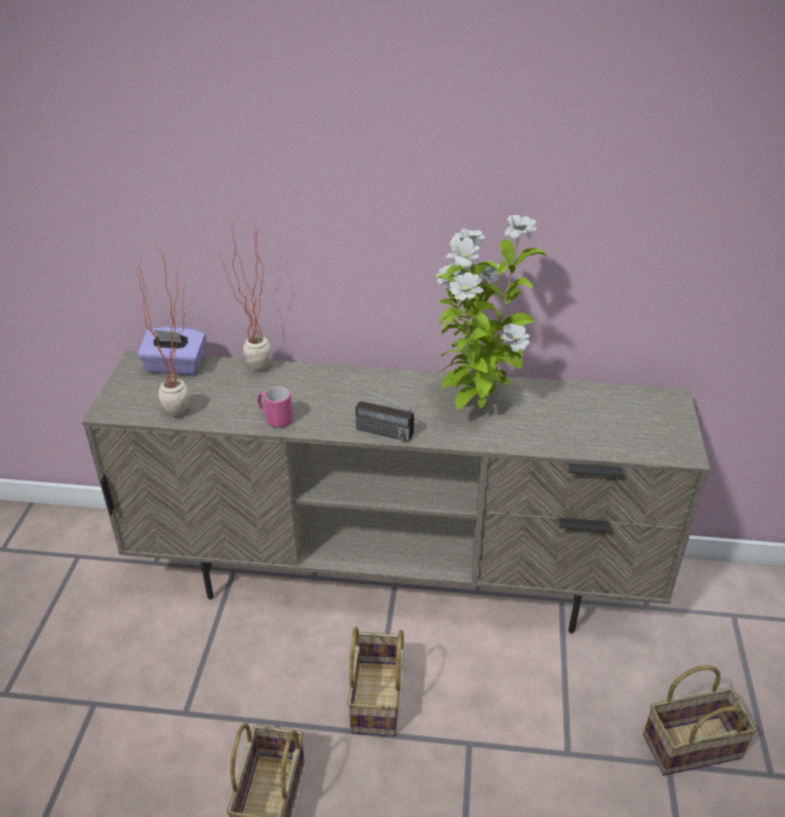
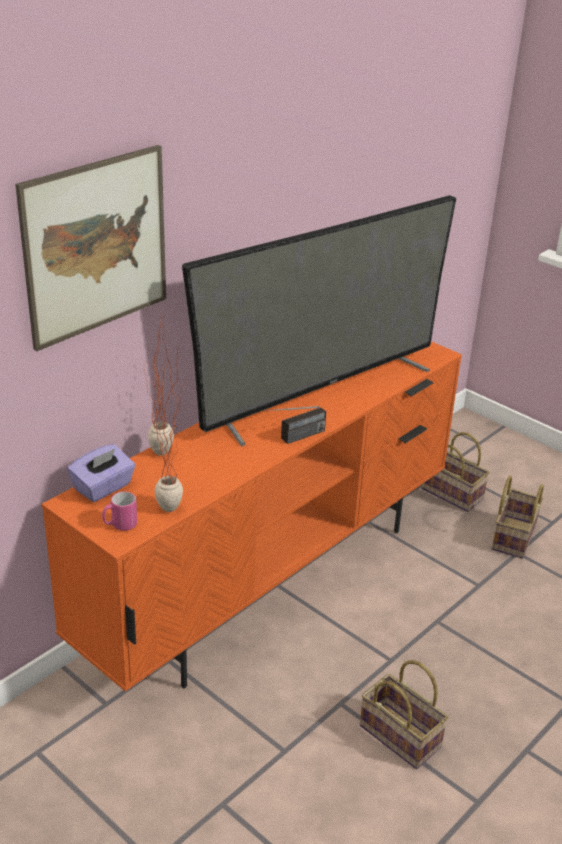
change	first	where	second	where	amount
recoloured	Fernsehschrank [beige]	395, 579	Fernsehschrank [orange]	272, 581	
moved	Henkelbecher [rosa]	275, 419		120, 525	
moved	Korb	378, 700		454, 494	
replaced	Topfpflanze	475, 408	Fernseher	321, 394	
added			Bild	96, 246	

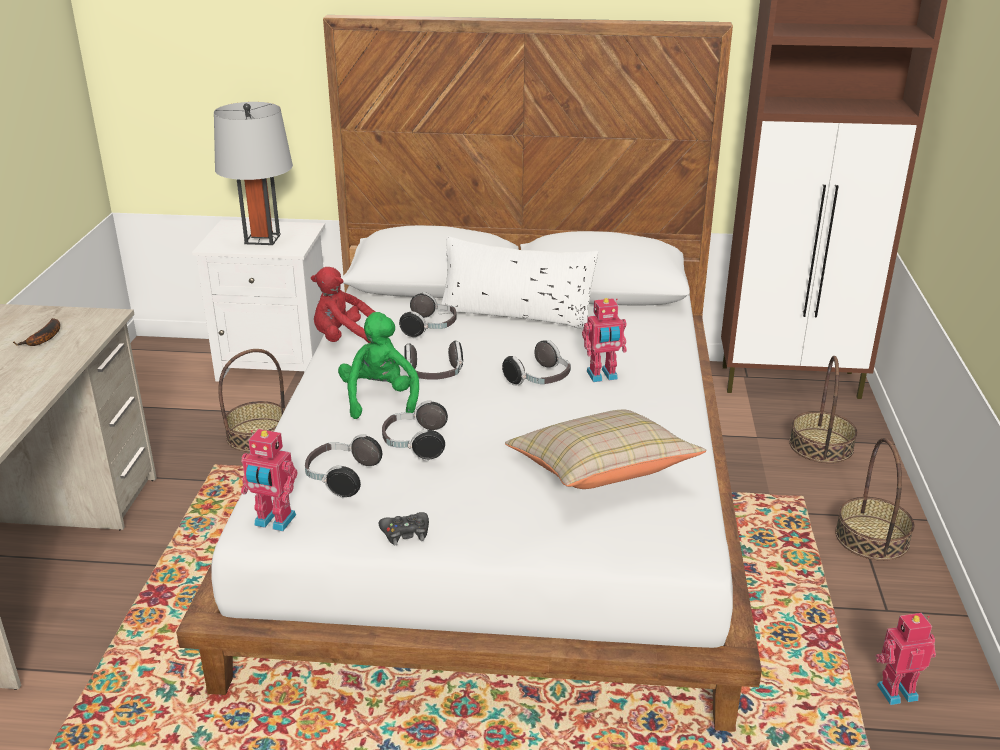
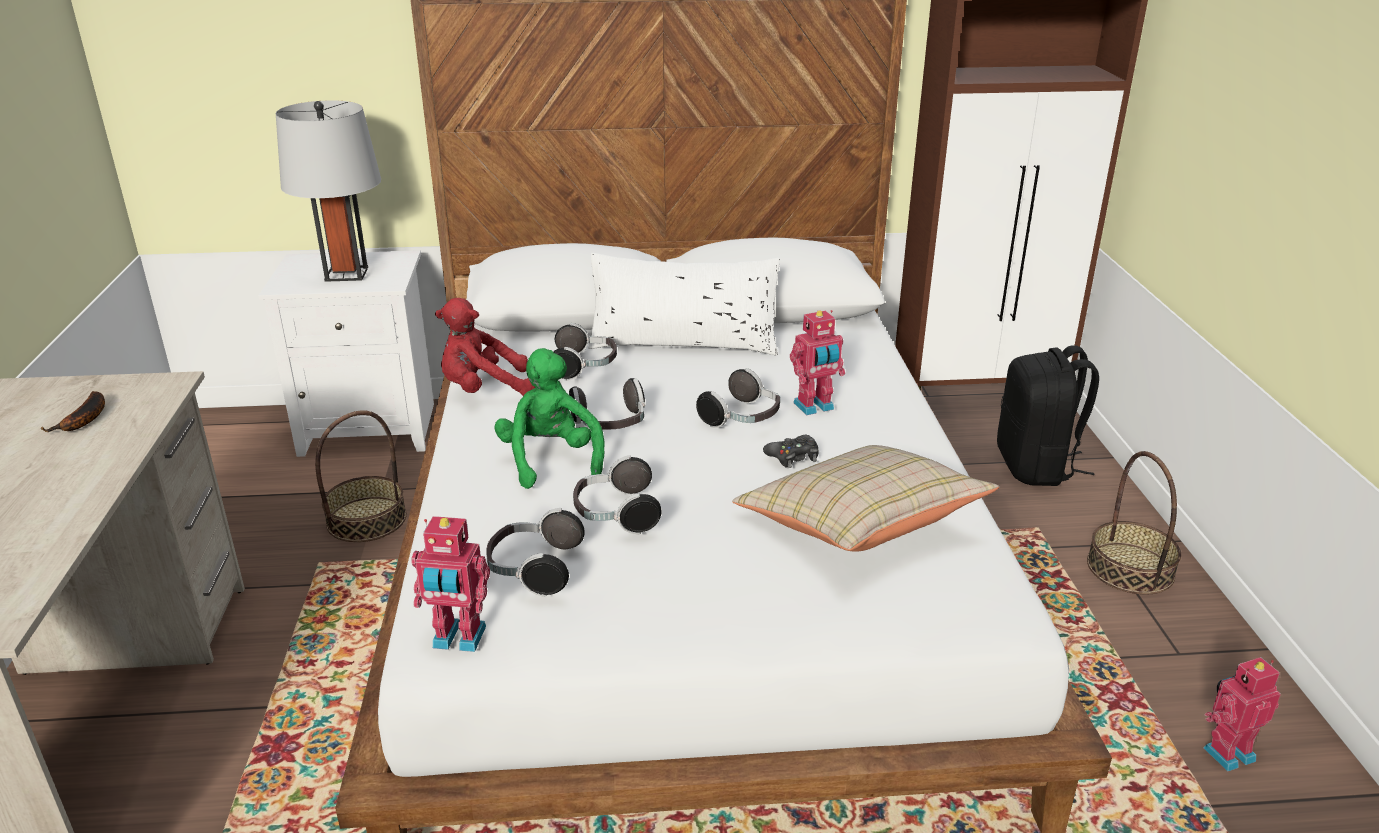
change	first	where	second	where	amount
moved	Gamepad [schwarz]	405, 533		793, 457	
replaced	Korb	821, 446	Rucksack [schwarz]	1036, 467	

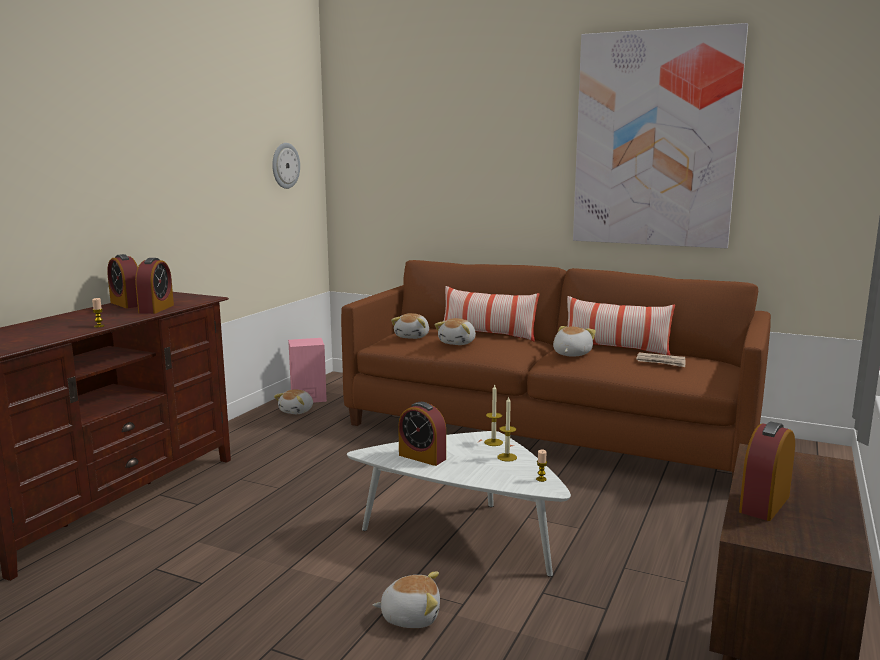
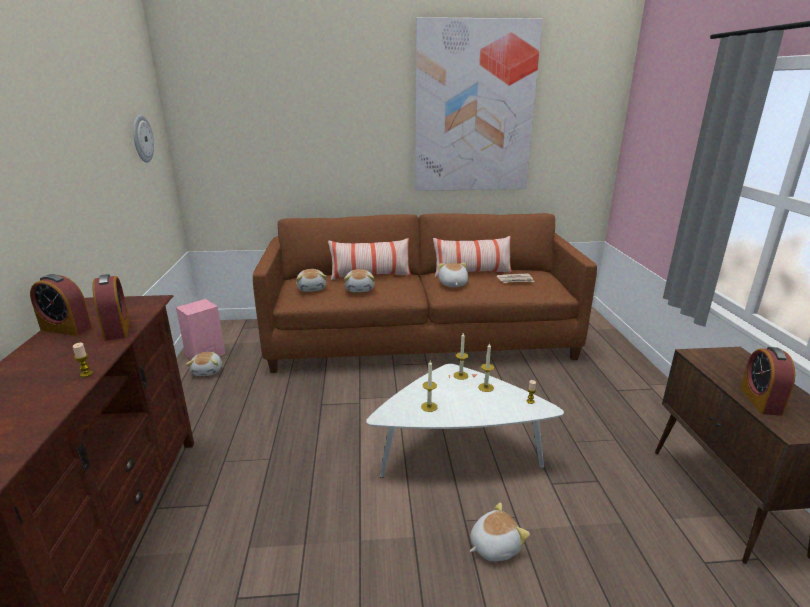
change	first	where	second	where	amount
replaced	Wecker	422, 457	Kerze	429, 407	

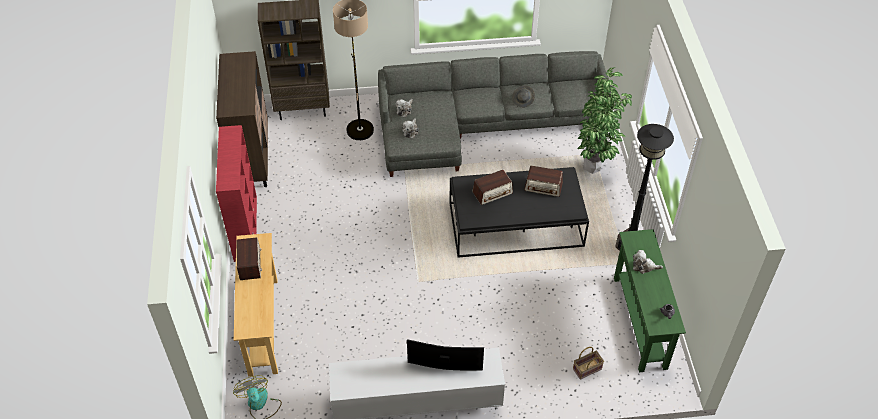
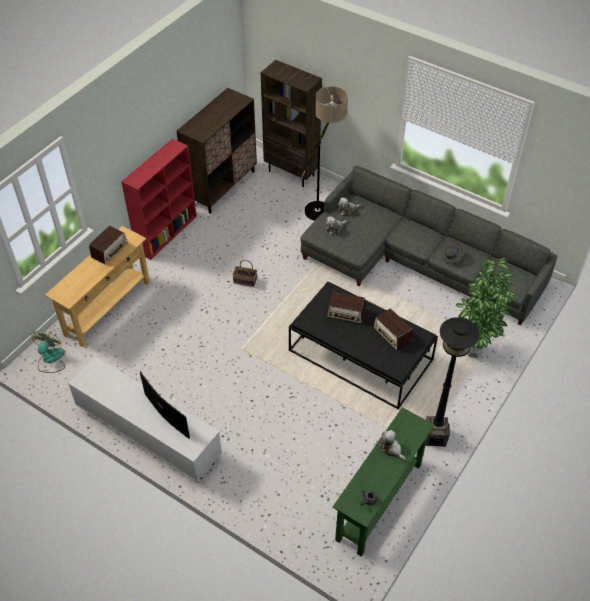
change	first	where	second	where	amount
moved	Korb	587, 370		244, 281	

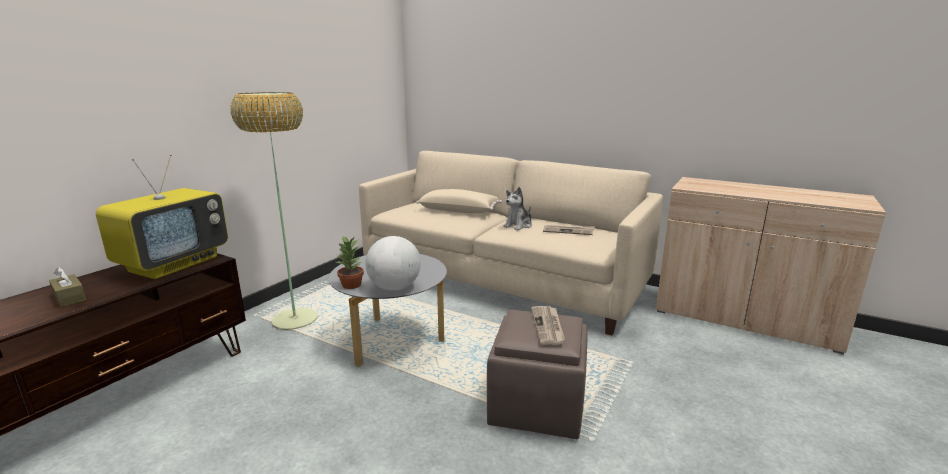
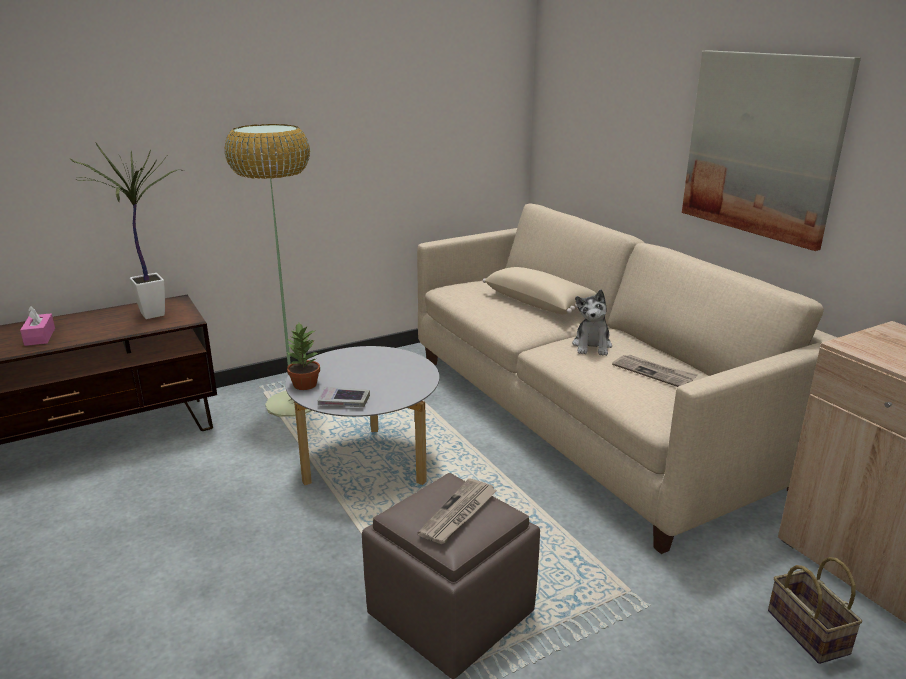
change	first	where	second	where	amount
recoloured	Taschentuchbox [braun]	69, 297	Taschentuchbox [rosa]	40, 337	
replaced	Fernseher	174, 263	Topfpflanze	151, 317	
replaced	Globus	394, 288	Buch	344, 401	
turned	Plüschtier	518, 225		592, 346	60 degrees counterclockwise
added			Bild	762, 145	
added			Korb	804, 631	

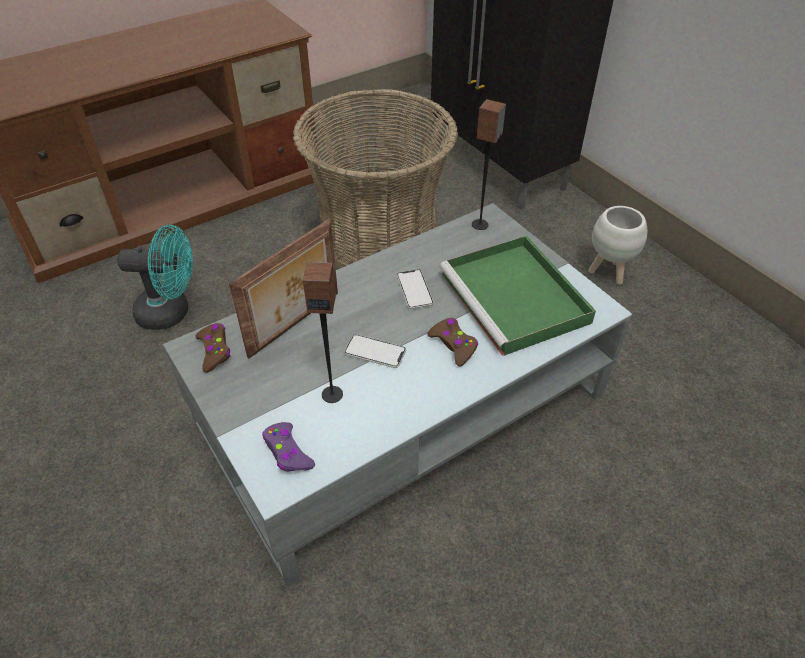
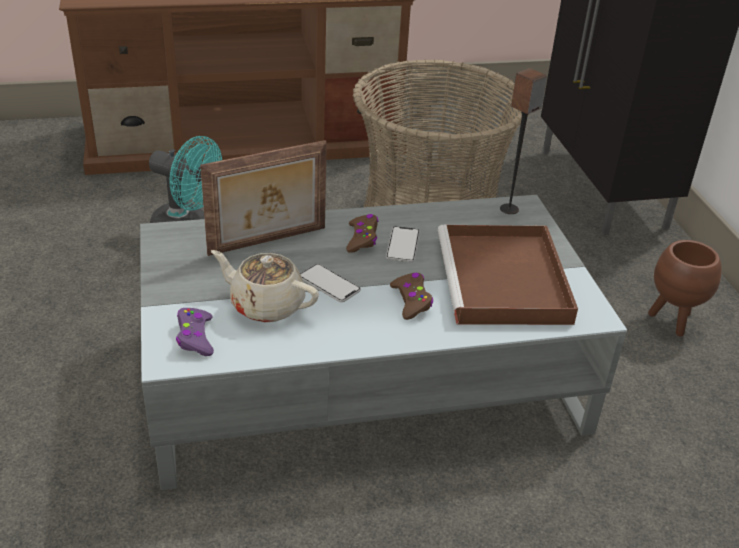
change	first	where	second	where	amount
moved	Gamepad [braun]	214, 351		362, 239	
replaced	Lautsprecher	332, 394	Teekanne [beige]	266, 305	
recoloured	Tablett [grün]	516, 299	Tablett [braun]	504, 282	
recoloured	Pflanzkübel [weiß]	608, 273	Pflanzkübel [braun]	672, 322	

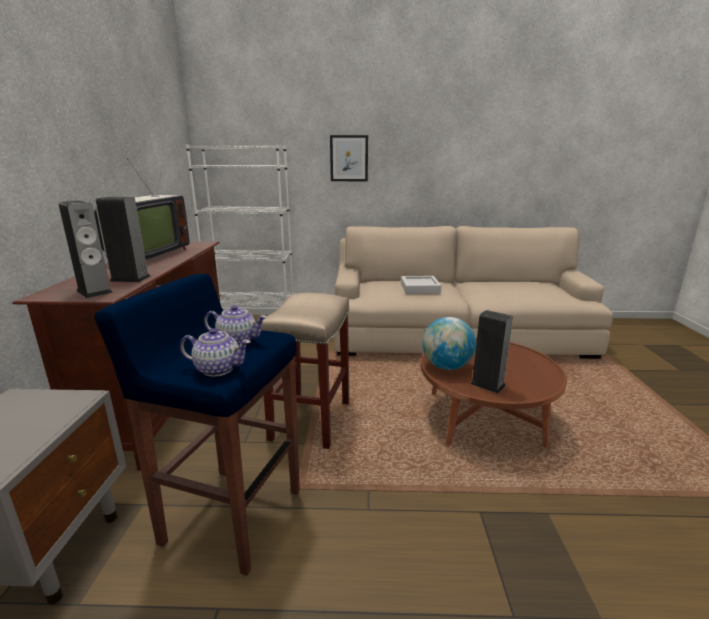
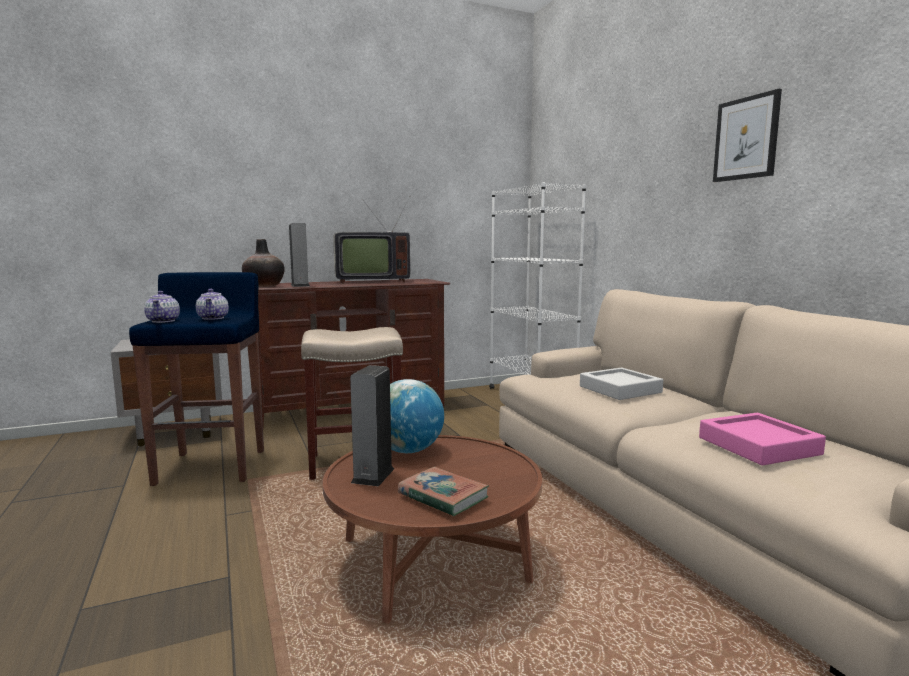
change	first	where	second	where	amount
replaced	Lautsprecher	94, 291	Vase	264, 286	
moved	Bild	349, 158		746, 138	
added			Buch	443, 496	
added			Tablett [rosa]	758, 446	

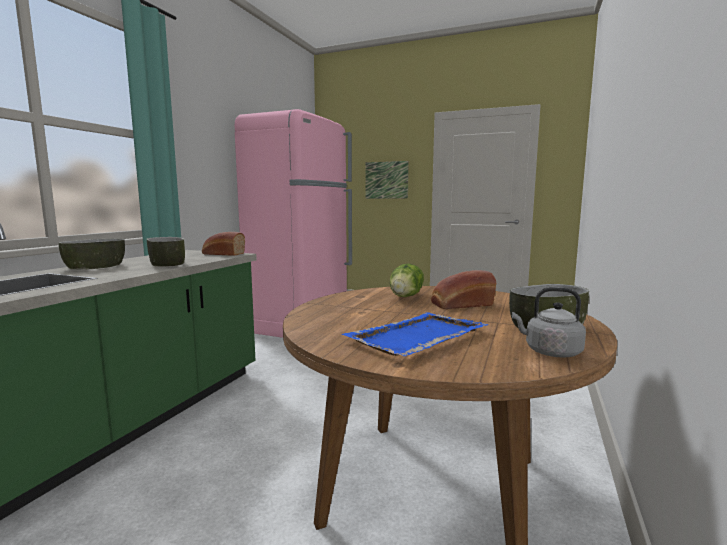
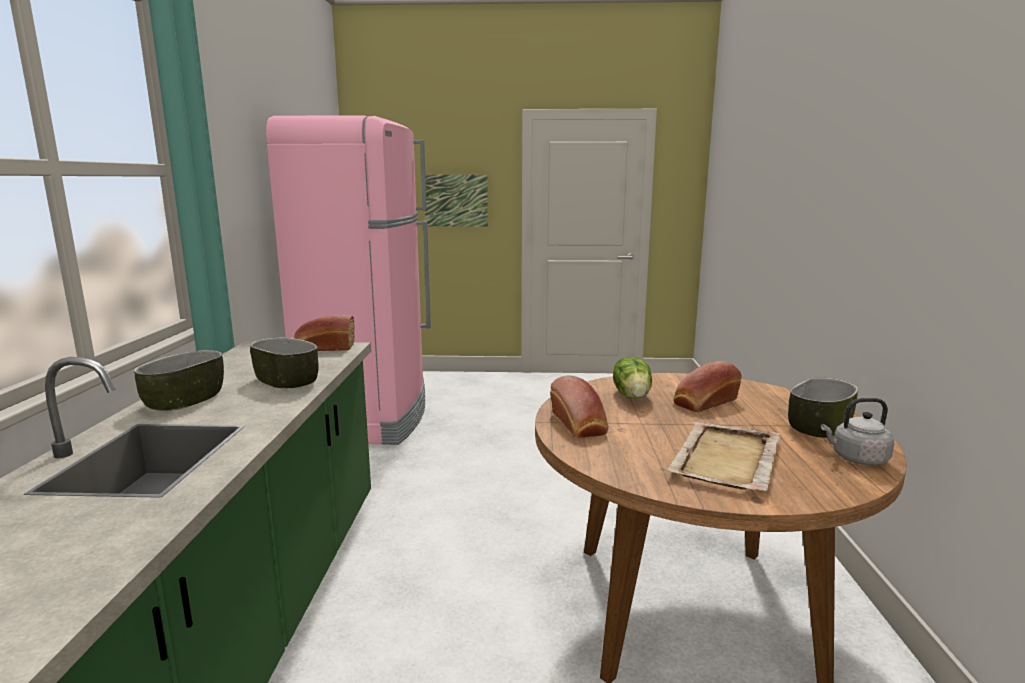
change	first	where	second	where	amount
recoloured	Tablett [blau]	416, 337	Tablett [beige]	725, 459	
added			Brot	579, 424	

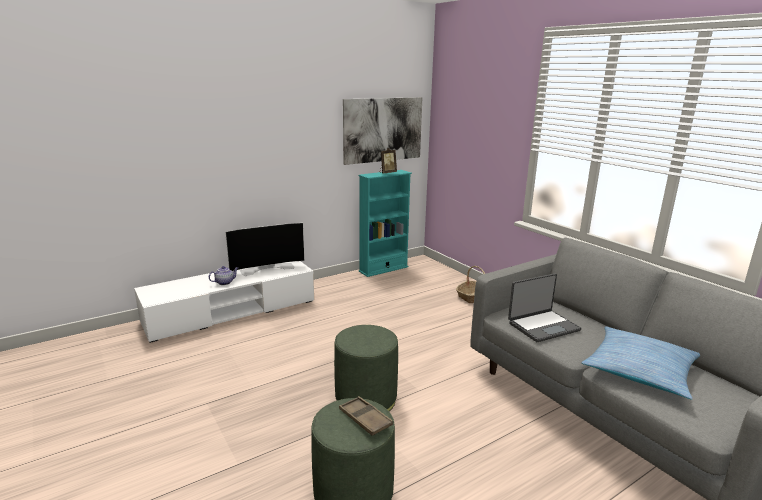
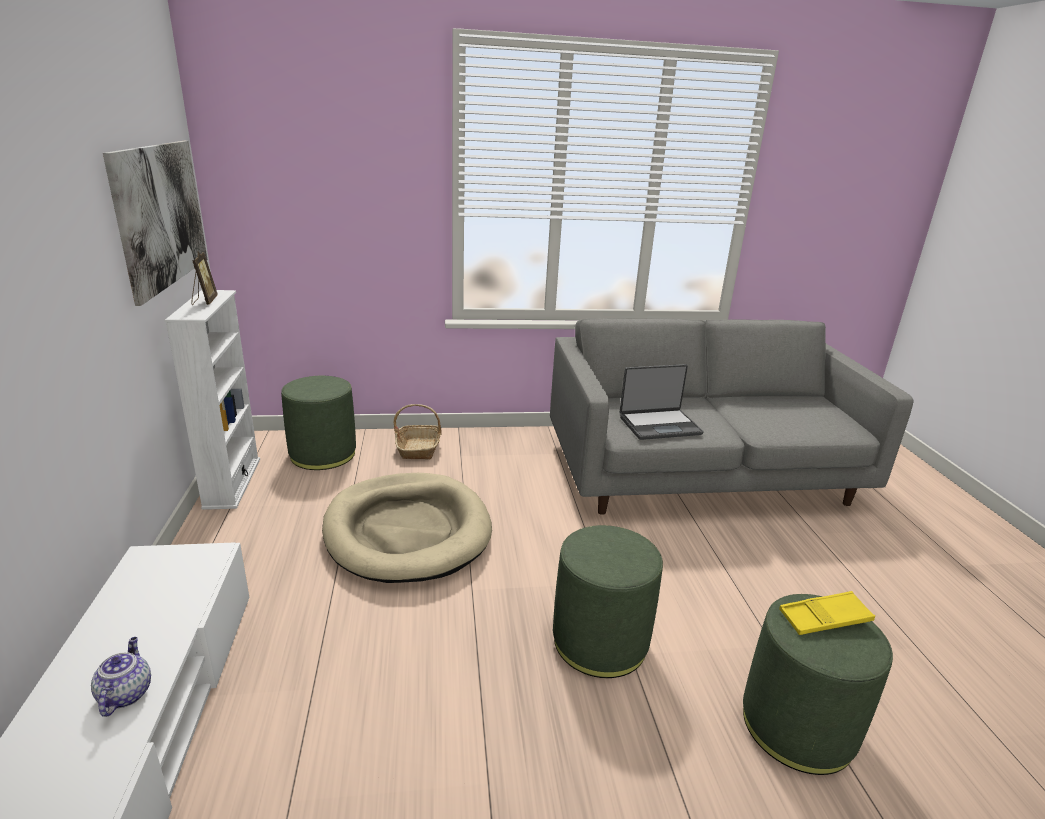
change	first	where	second	where	amount
removed	Fernseher	267, 268			
recoloured	Tablett [braun]	365, 419	Tablett [gelb]	824, 618	
recoloured	Bücherregal [türkis]	383, 269	Bücherregal [weiß]	232, 483	
turned	Laptop	542, 326		659, 425	75 degrees clockwise
removed	Kissen	639, 370			
added			Polsterhocker [grün]	323, 454	
added			Hundebett [beige]	407, 531	

